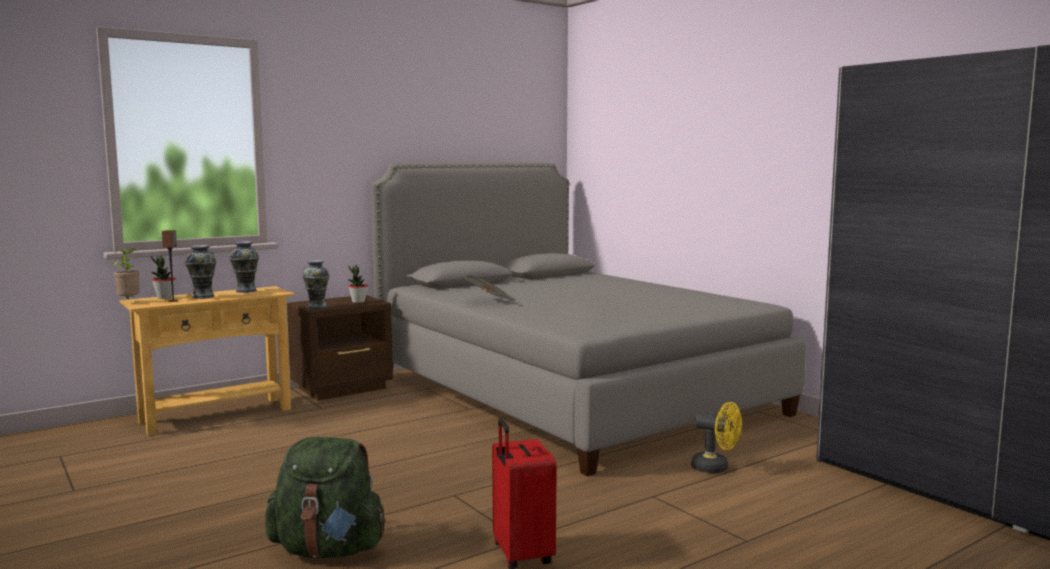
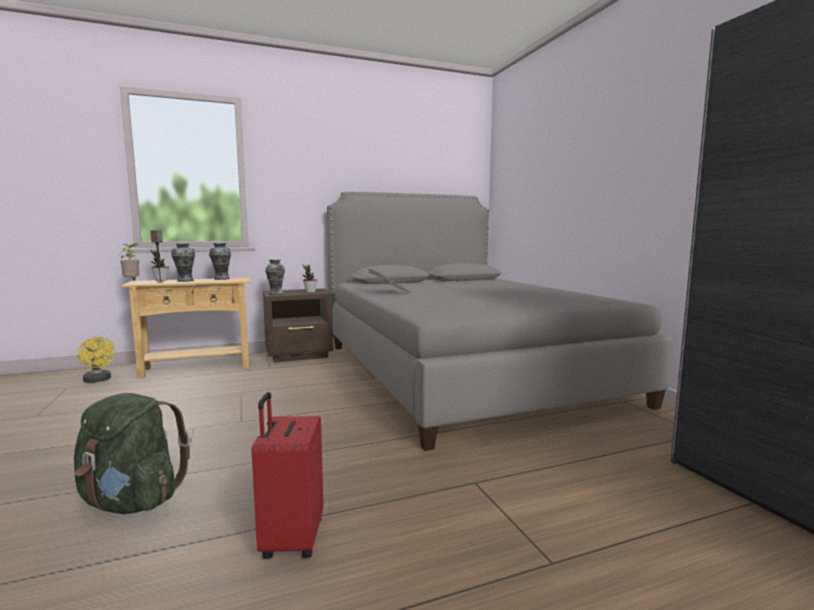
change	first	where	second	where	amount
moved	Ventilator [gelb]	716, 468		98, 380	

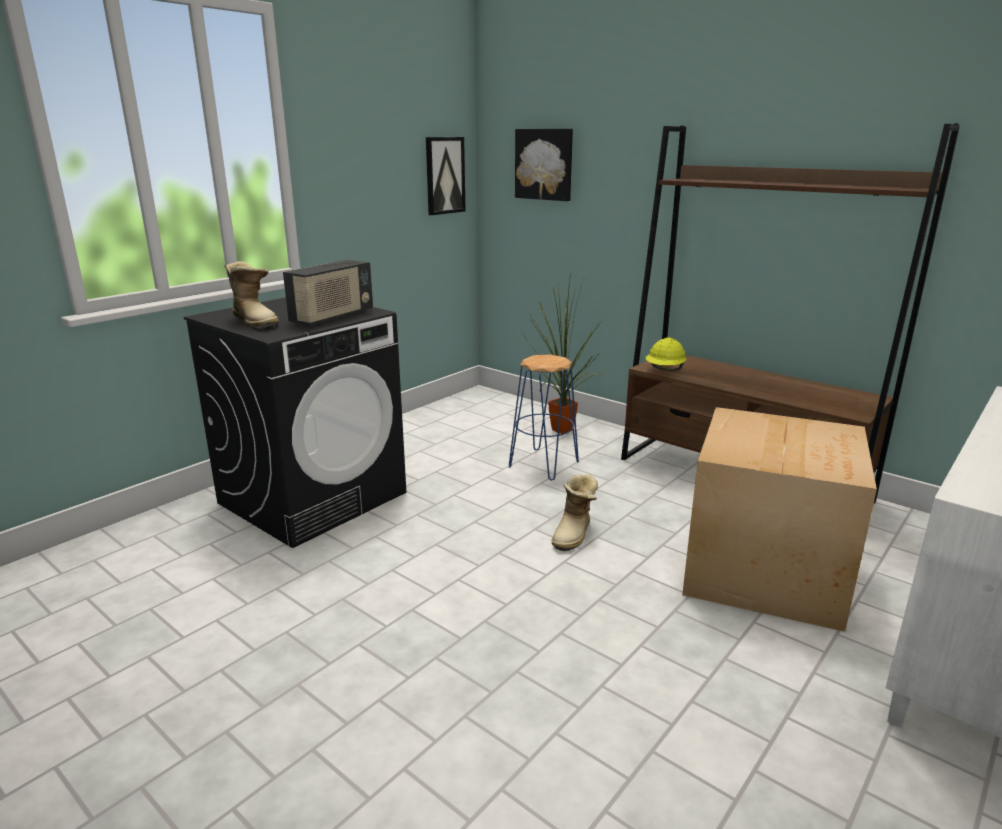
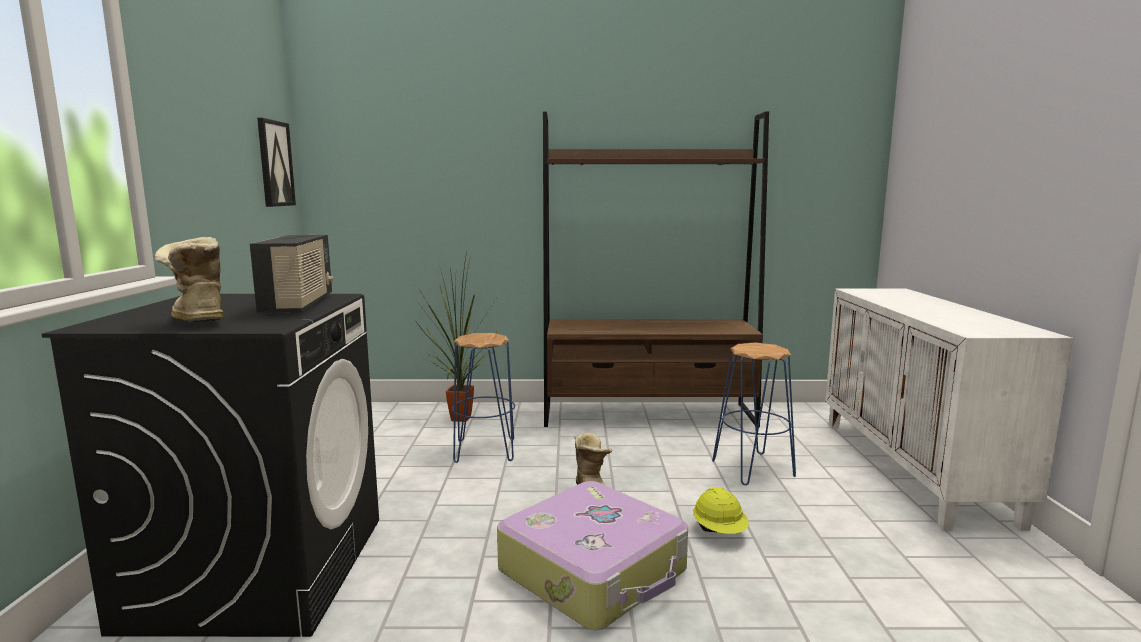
change	first	where	second	where	amount
turned	Stiefel	256, 321		197, 321	135 degrees counterclockwise
removed	Bild	544, 164			
moved	Schutzhelm [gelb]	665, 370		720, 532	
replaced	Karton	767, 570	Hocker [blau]	753, 468	
added			Koffer	595, 571	

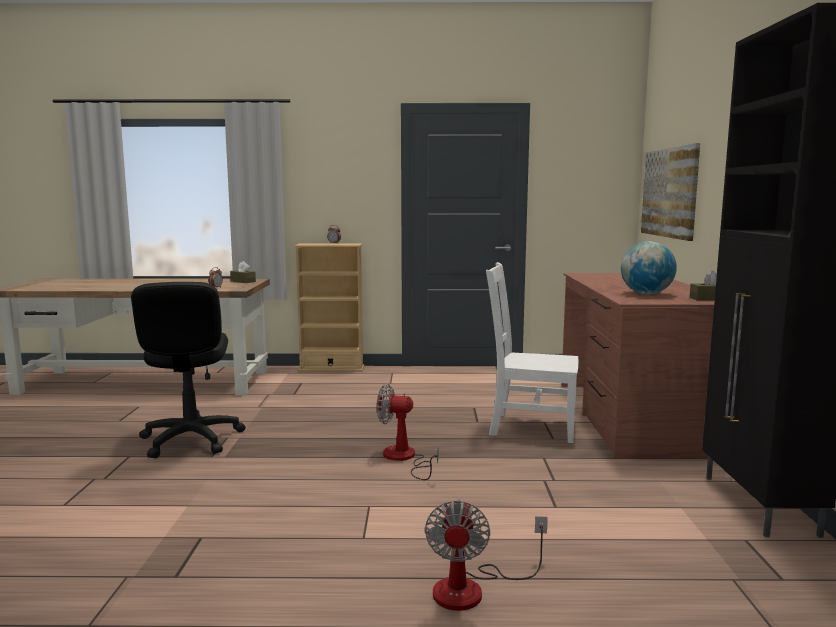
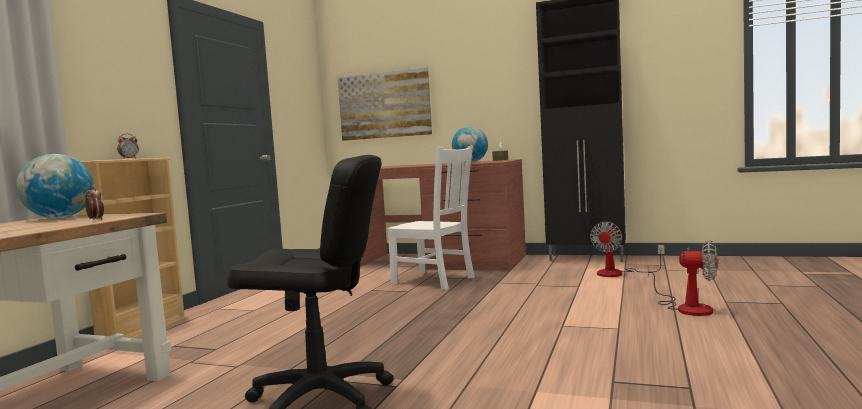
change	first	where	second	where	amount
replaced	Taschentuchbox [braun]	243, 281	Globus	60, 218	
moved	Ventilator	404, 458		618, 273	
turned	Stuhl [weiß]	529, 427		435, 281	90 degrees counterclockwise

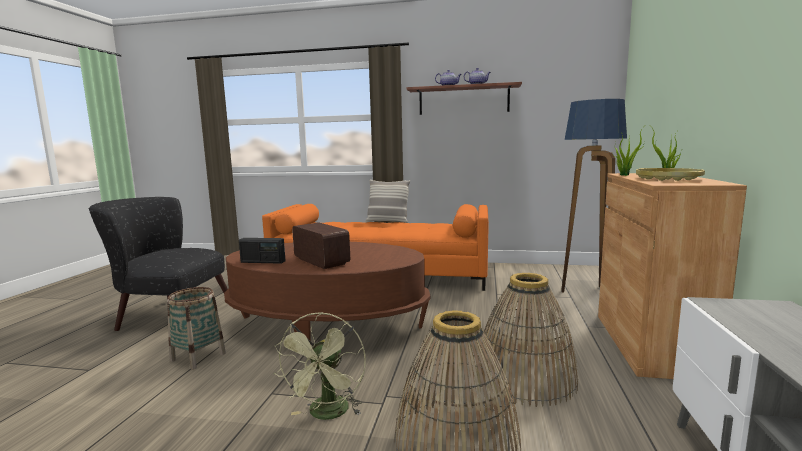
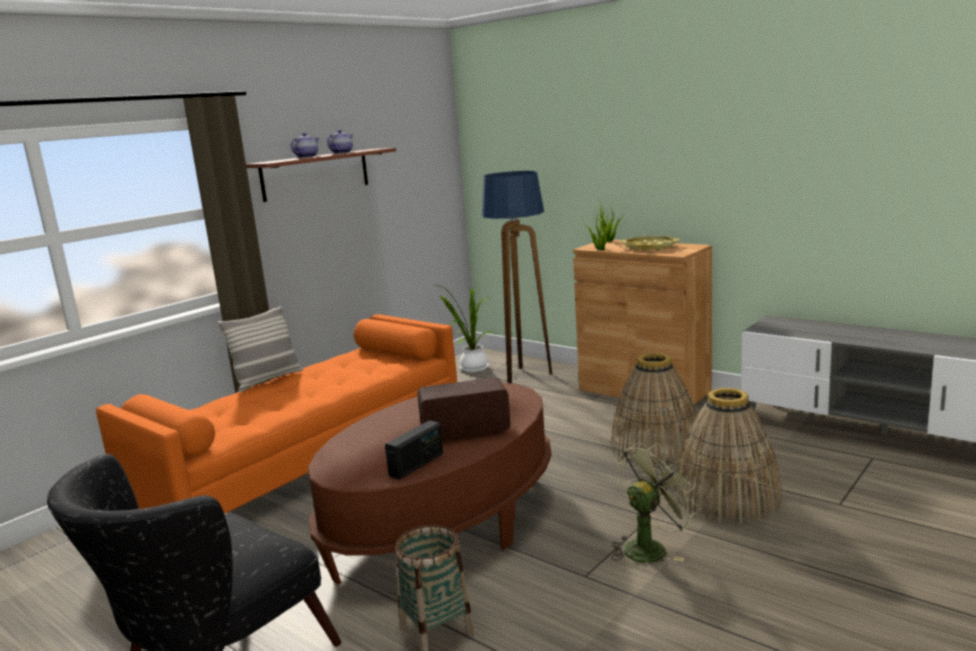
change	first	where	second	where	amount
turned	Ventilator [grün]	327, 414		650, 547	75 degrees counterclockwise
added			Topfpflanze	471, 368	

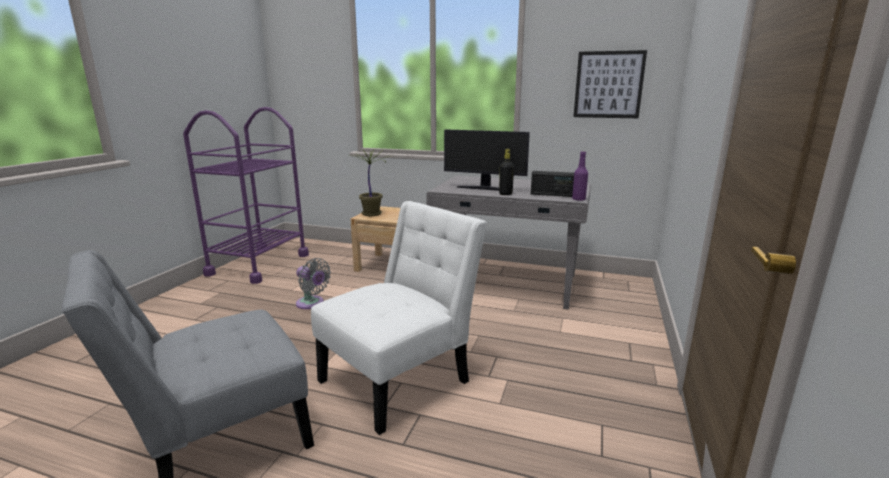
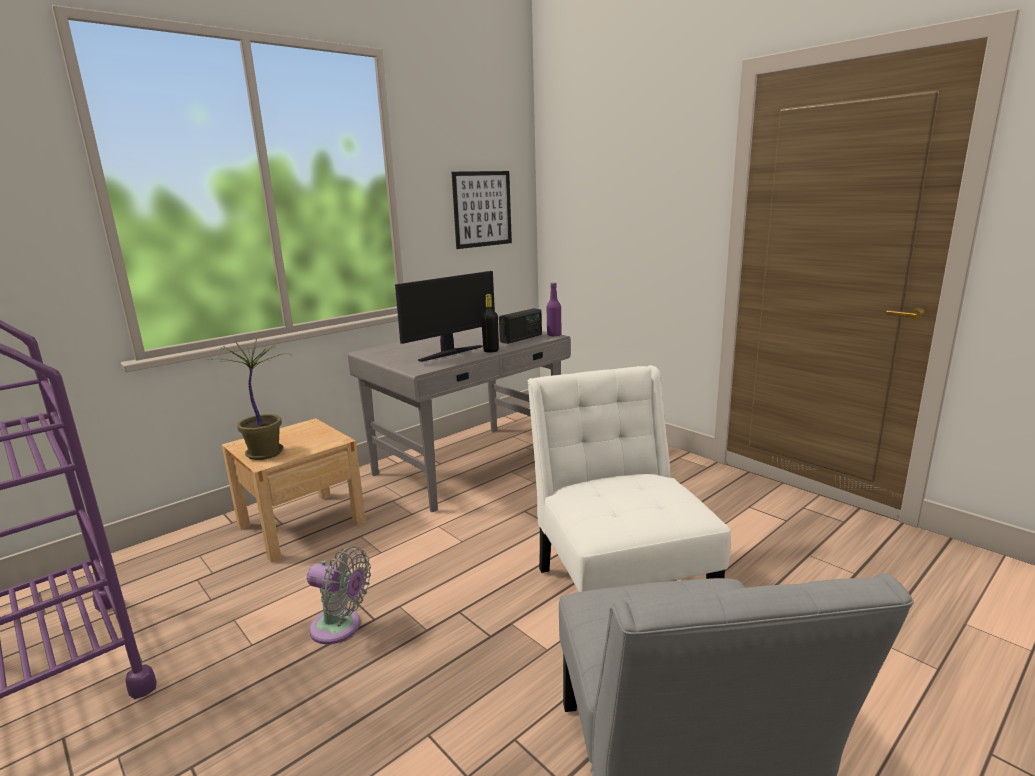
change	first	where	second	where	amount
turned	Ventilator [grau]	312, 304		340, 628	45 degrees clockwise

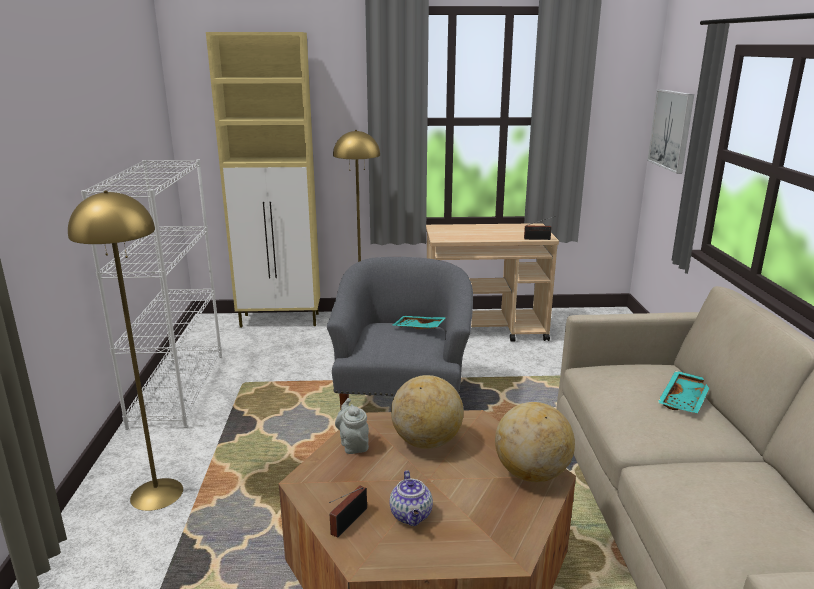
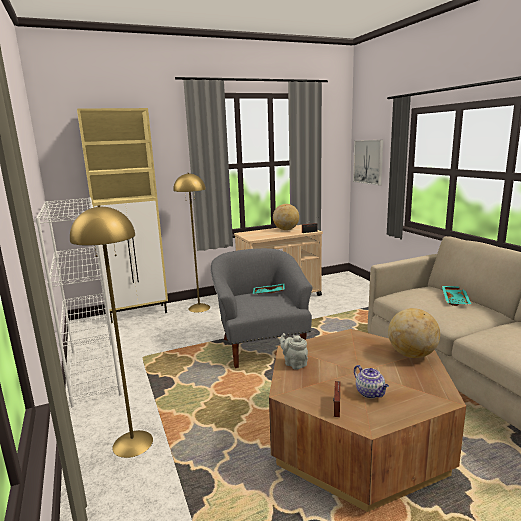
change	first	where	second	where	amount
moved	Globus	427, 442		286, 230	

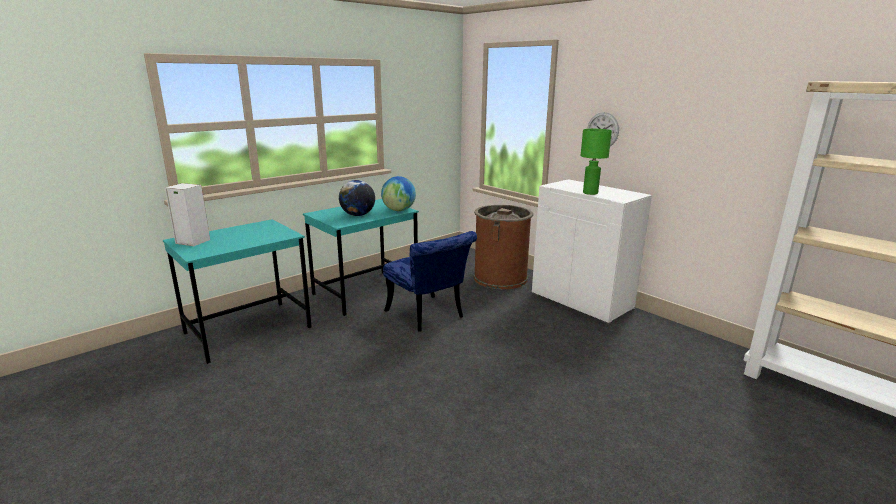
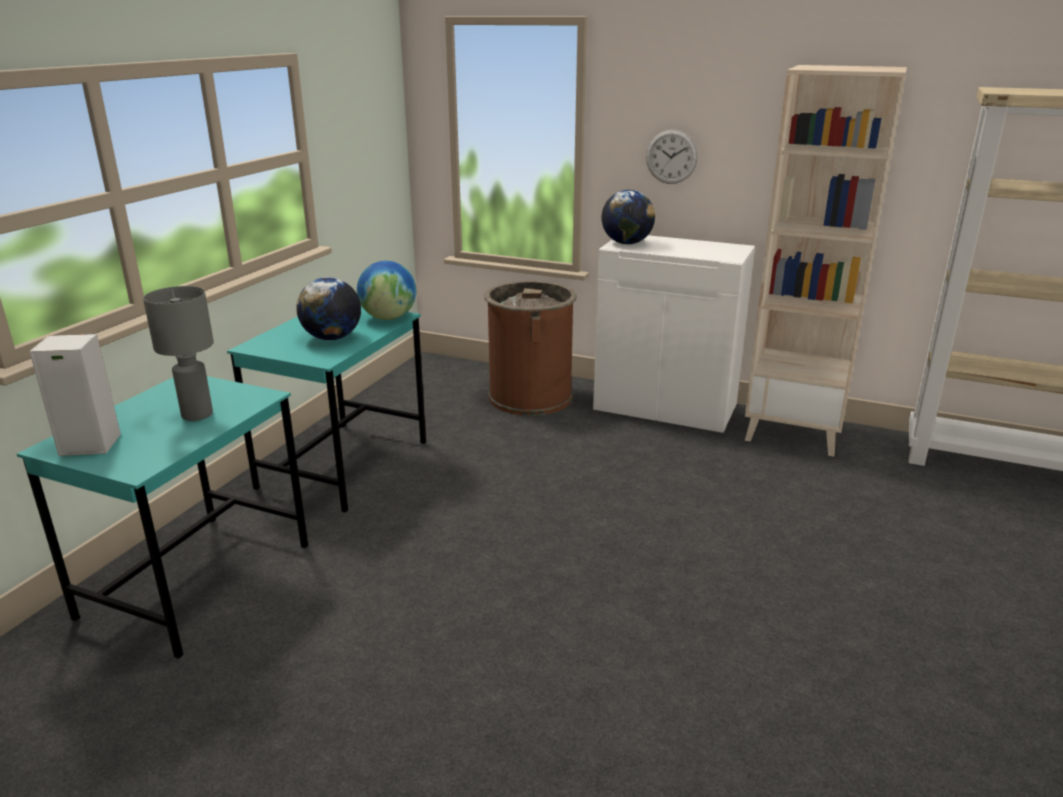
change	first	where	second	where	amount
removed	Stuhl [blau]	428, 316			
removed	Tischlampe [grün]	590, 193			
added			Tischlampe [grau]	196, 414	
added			Globus	626, 243	
added			Bücherregal [beige]	794, 433	

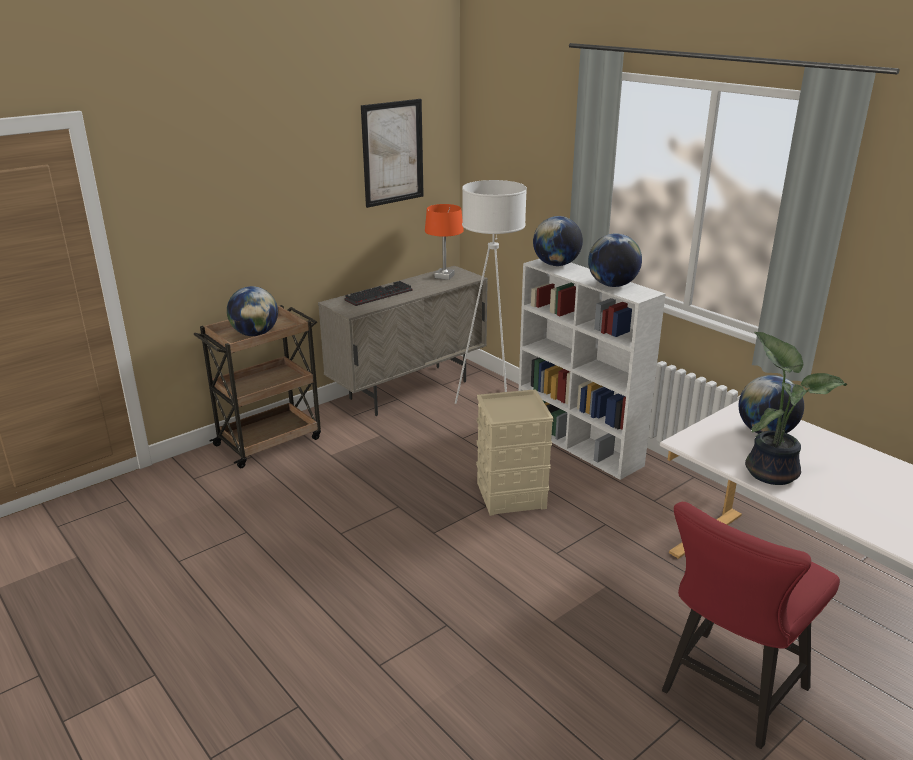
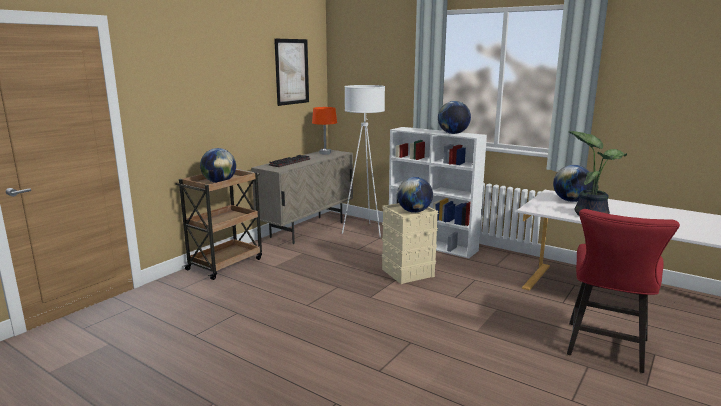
change	first	where	second	where	amount
moved	Globus	556, 264		414, 211	

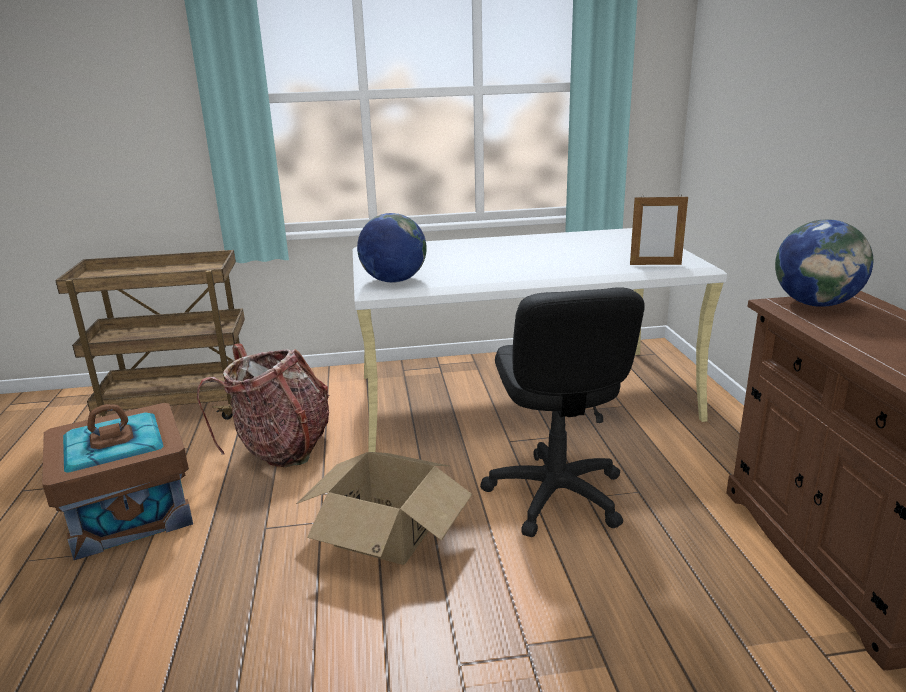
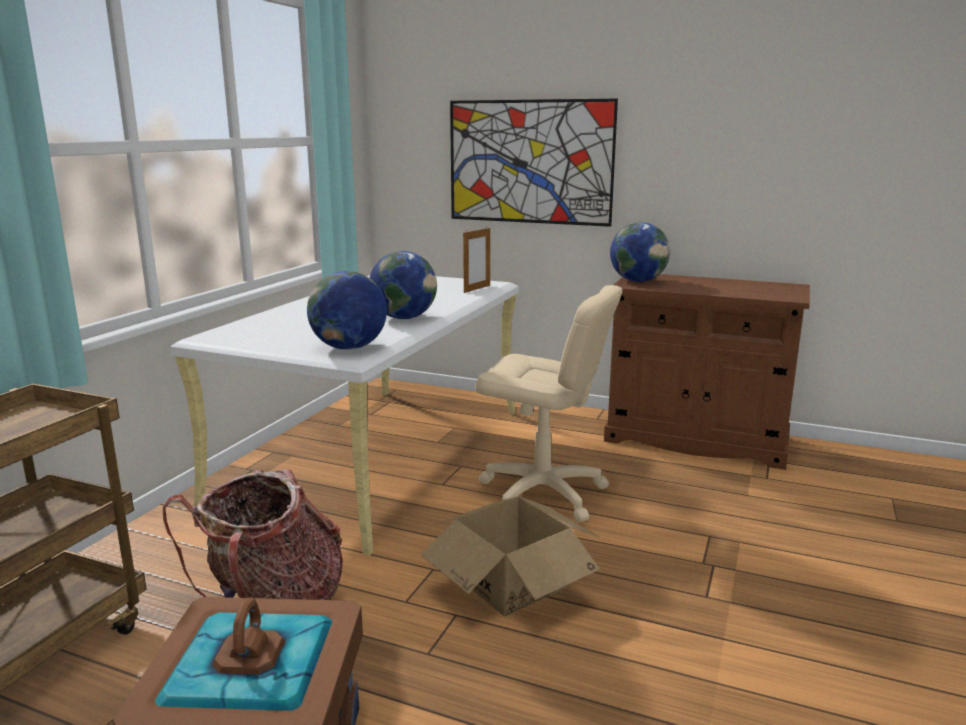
change	first	where	second	where	amount
recoloured	Bürostuhl [schwarz]	555, 495	Bürostuhl [beige]	542, 493	
added			Globus	404, 318	
added			Bild	529, 162	

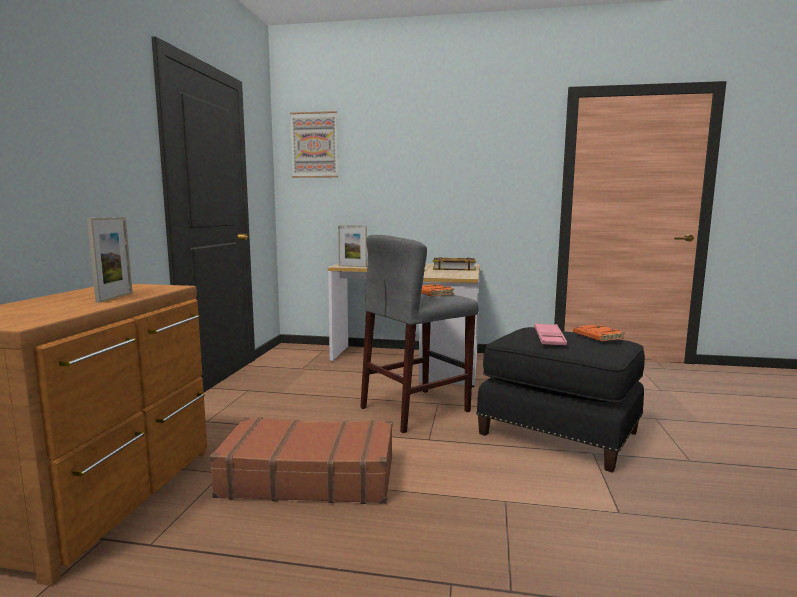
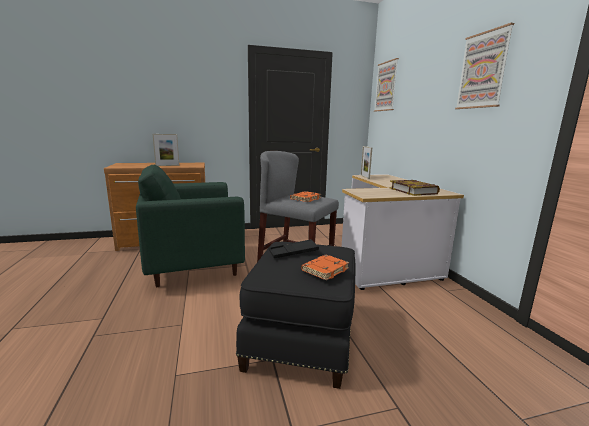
change	first	where	second	where	amount
replaced	Koffer [braun]	309, 476	Sessel [grün]	193, 268	
recoloured	Tablett [rosa]	549, 338	Tablett [schwarz]	293, 252	
added			Bild	483, 70	

